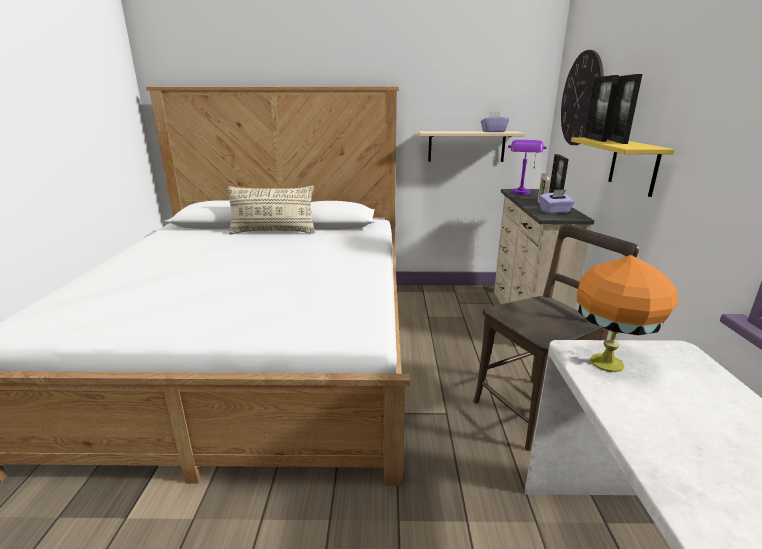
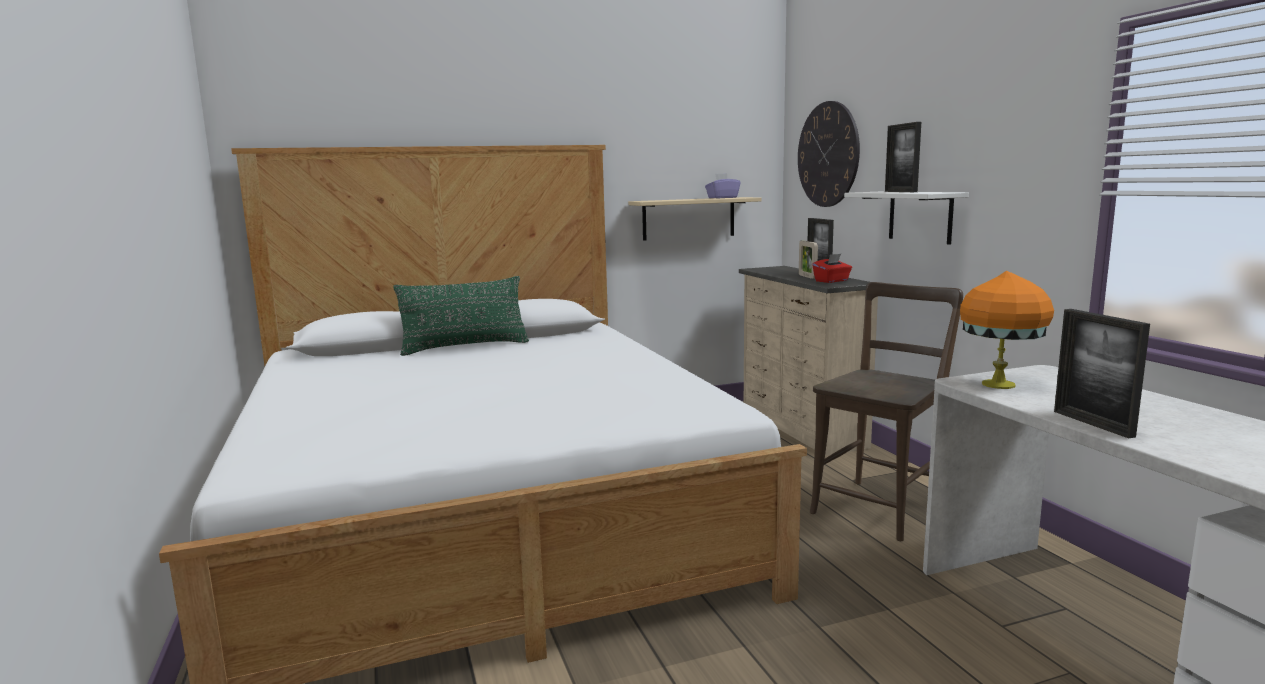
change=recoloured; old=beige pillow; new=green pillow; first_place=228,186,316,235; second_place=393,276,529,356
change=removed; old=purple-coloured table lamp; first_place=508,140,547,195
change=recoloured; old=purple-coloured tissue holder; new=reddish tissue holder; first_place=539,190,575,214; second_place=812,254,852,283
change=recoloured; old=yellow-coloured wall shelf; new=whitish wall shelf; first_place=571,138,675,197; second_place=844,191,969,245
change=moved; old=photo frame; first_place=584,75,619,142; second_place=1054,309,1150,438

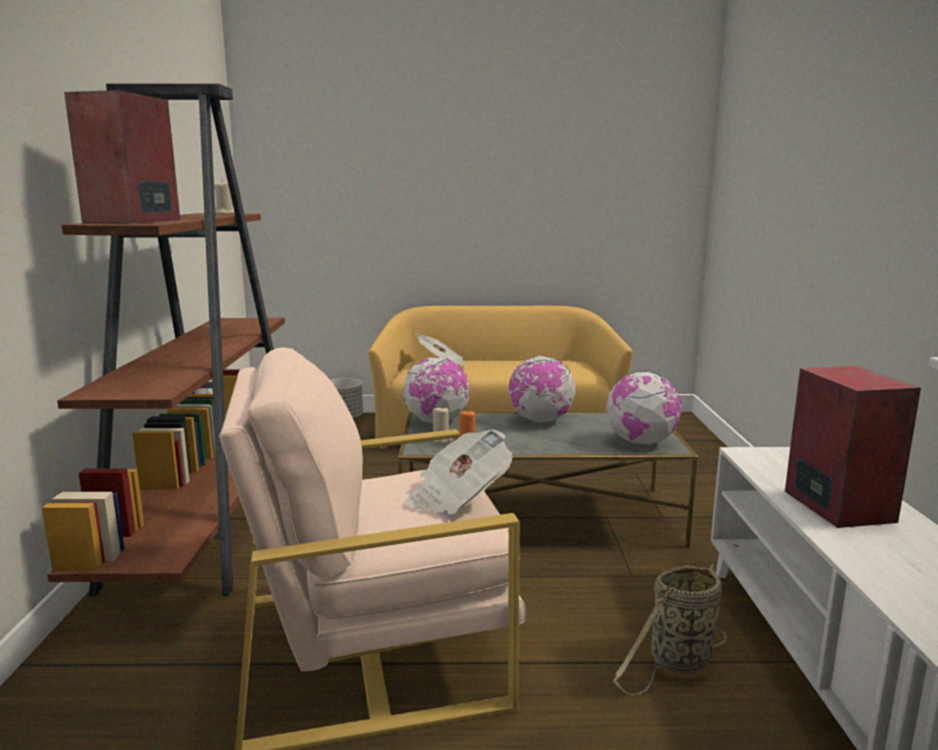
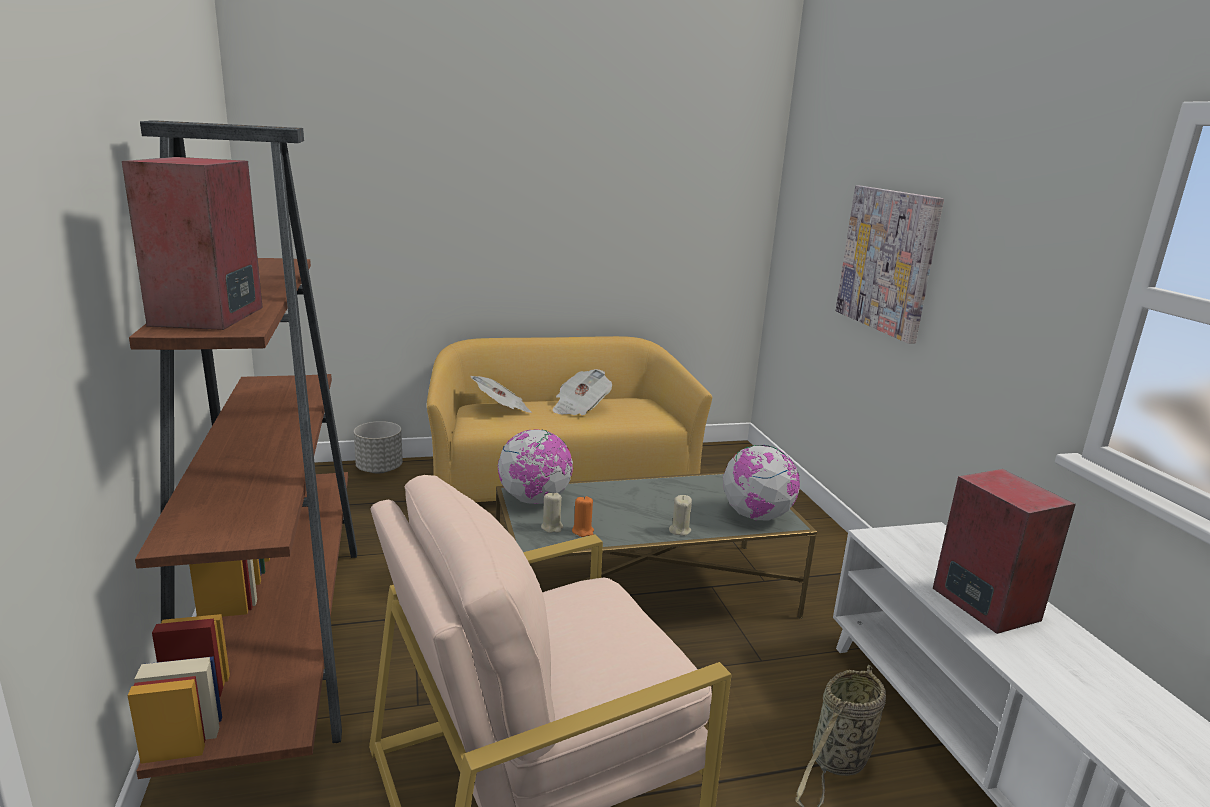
change=moved; old=beige candle; first_place=214,181,235,214; second_place=669,495,692,536
change=moved; old=newspaper; first_place=406,430,513,515; second_place=552,369,612,415
change=removed; old=globe; first_place=508,356,575,423
change=added; new=wall picture; second_place=836,186,944,344

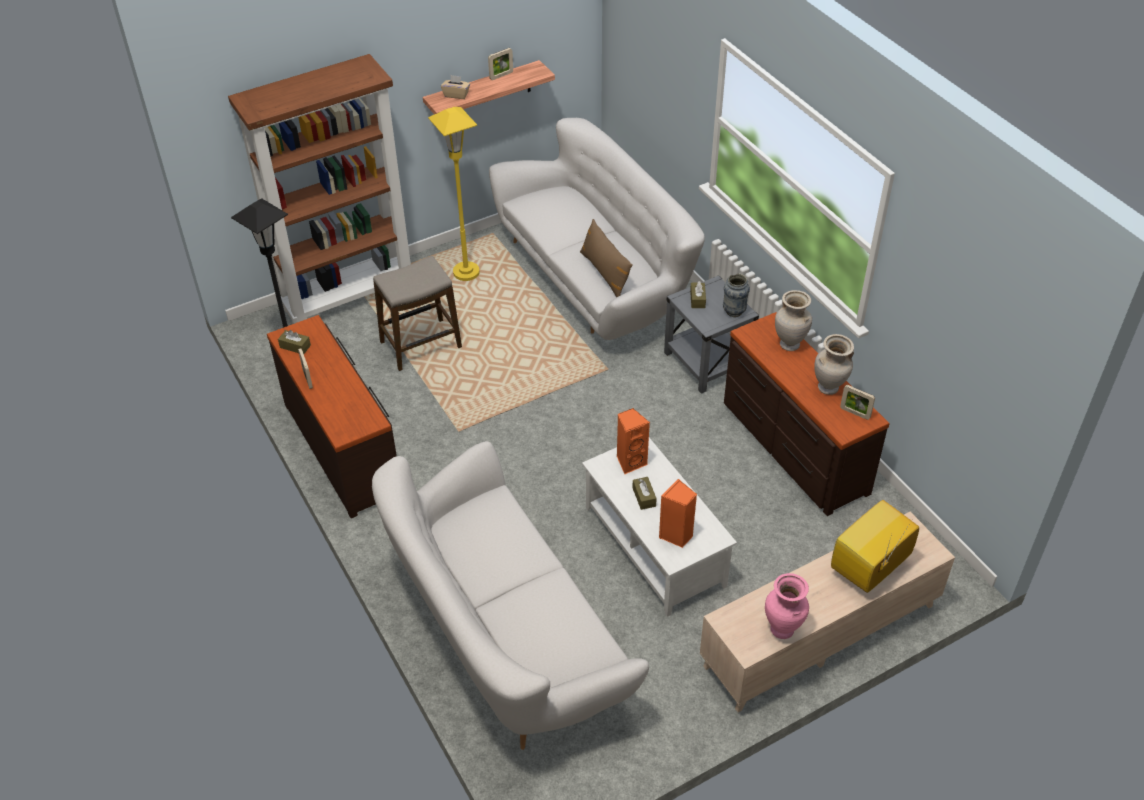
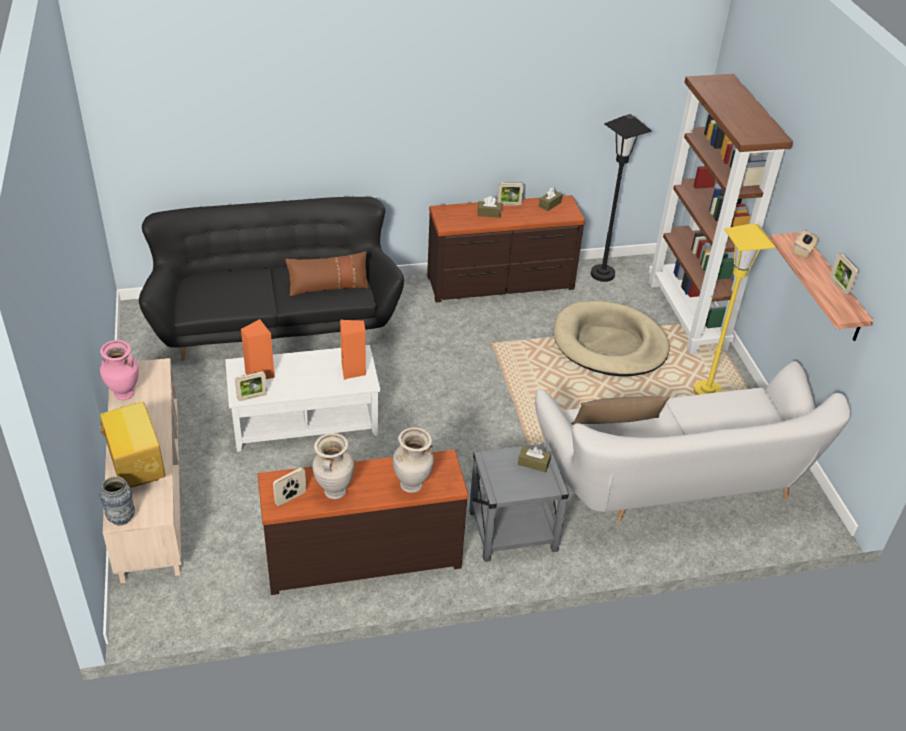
change=recoloured; old=whitish sofa; new=black-coloured sofa; first_place=372,441,649,750; second_place=139,197,404,361
change=replaced; old=stool; new=beige pet bed; first_place=373,256,462,371; second_place=553,301,670,377
change=moved; old=brownish tissue holder; first_place=632,477,657,510; second_place=478,196,501,218
change=moved; old=vase; first_place=723,273,750,317; second_place=100,476,135,526
change=added; new=photo frame; second_place=235,371,267,401
change=added; new=brownish pillow; second_place=285,251,369,296

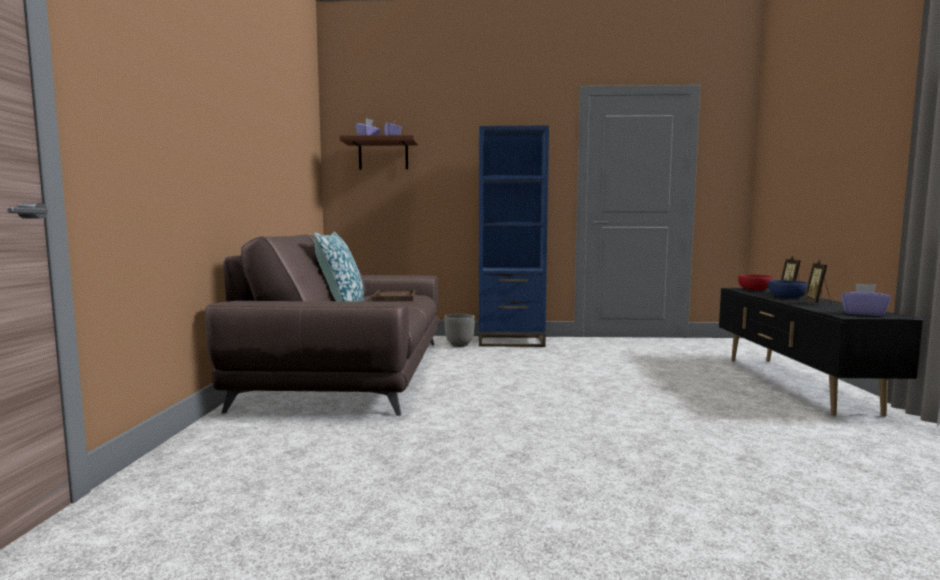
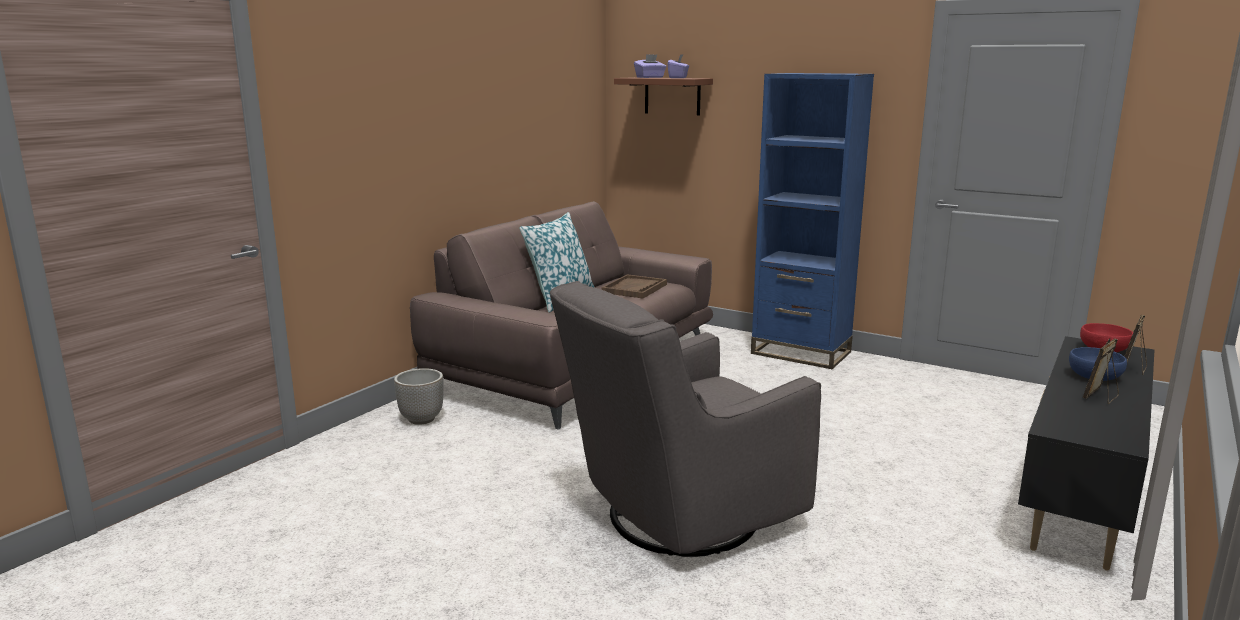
change=moved; old=planter; first_place=444,314,475,347; second_place=394,368,444,425
change=removed; old=purple-coloured tissue holder; first_place=841,284,891,316
change=added; new=greyish easy chair; second_place=550,281,821,557

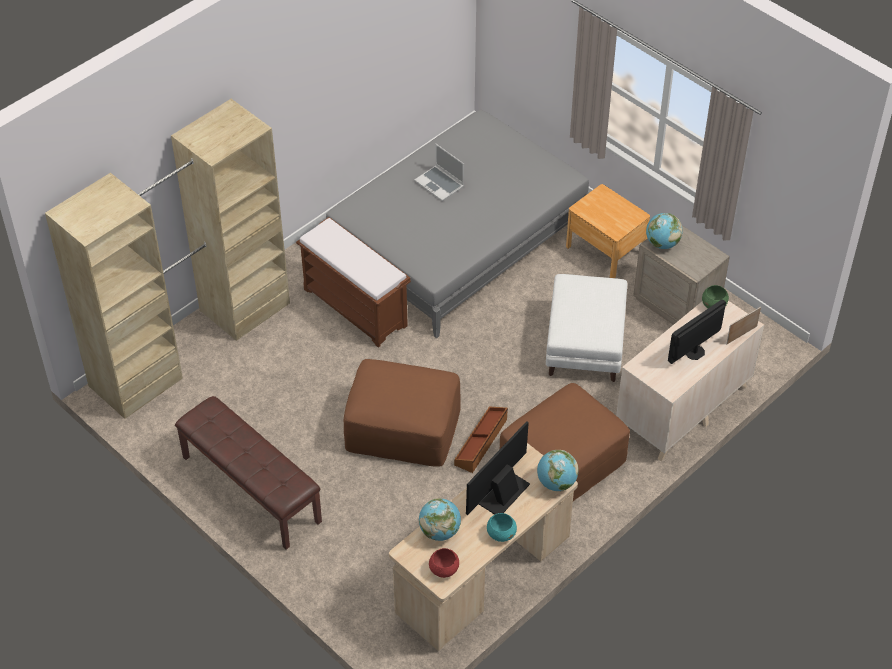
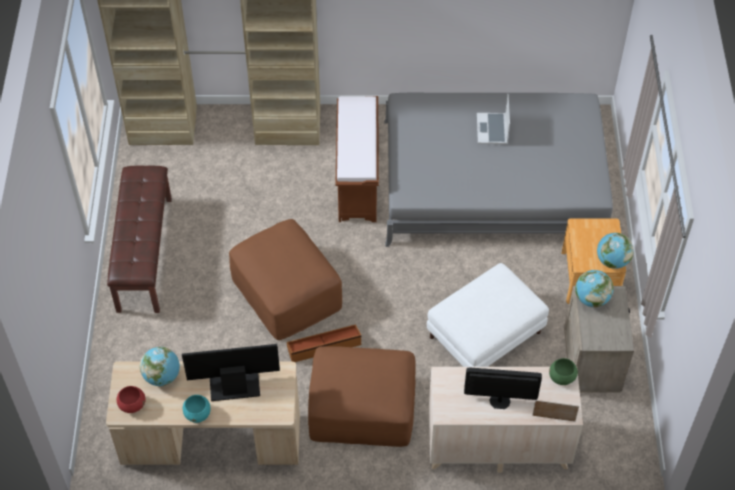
change=moved; old=globe; first_place=537,450,579,491; second_place=597,233,634,269

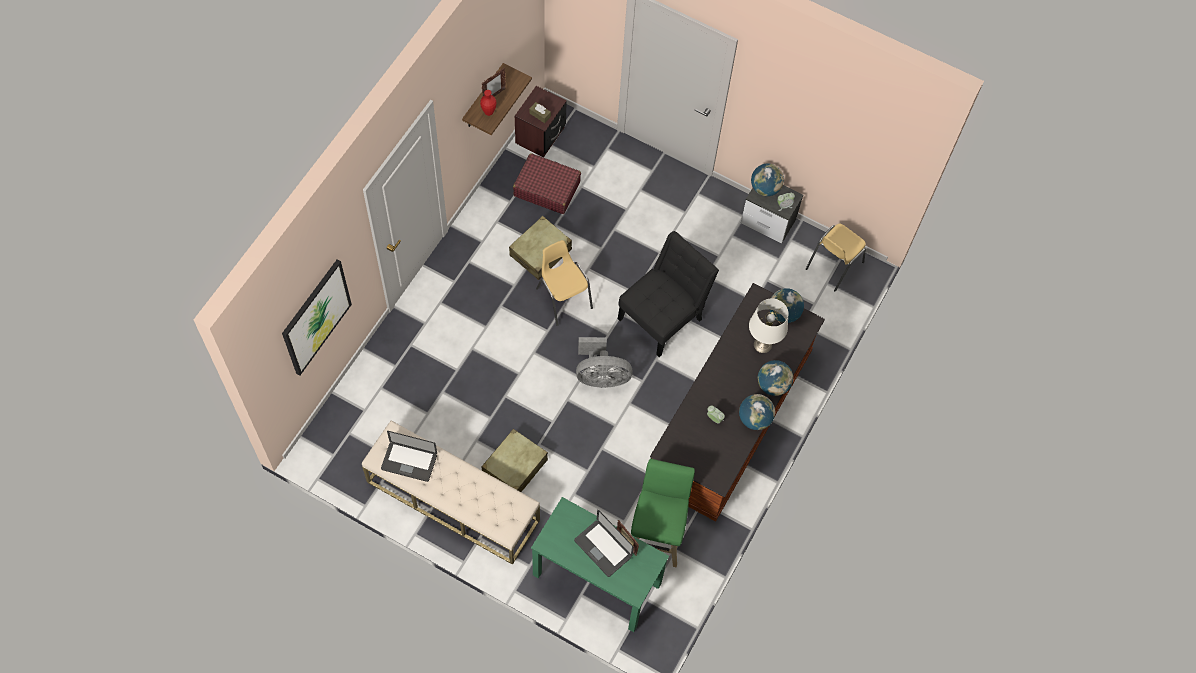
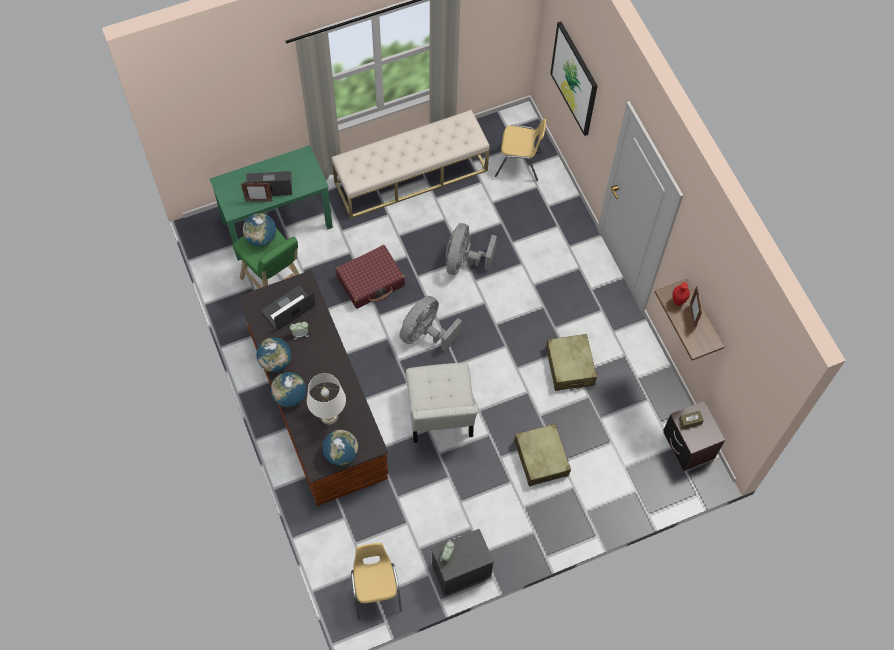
change=moved; old=portable computer; first_place=381,431,437,482; second_place=262,286,316,330
change=moved; old=beige piece of luggage; first_place=482,429,548,492; second_place=514,424,571,487
change=moved; old=reddish piece of luggage; first_place=513,153,581,214; second_place=336,245,405,309
change=moved; old=yellow-coloured plain chair; first_place=536,240,593,326; second_place=495,119,546,181
change=recoloured; old=black-coloured plain chair; new=whitish plain chair; first_place=618,231,719,357; second_place=406,363,478,443
change=moved; old=globe; first_place=751,163,784,196; second_place=243,213,276,246
change=added; new=greyish electric fan; second_place=446,223,497,275

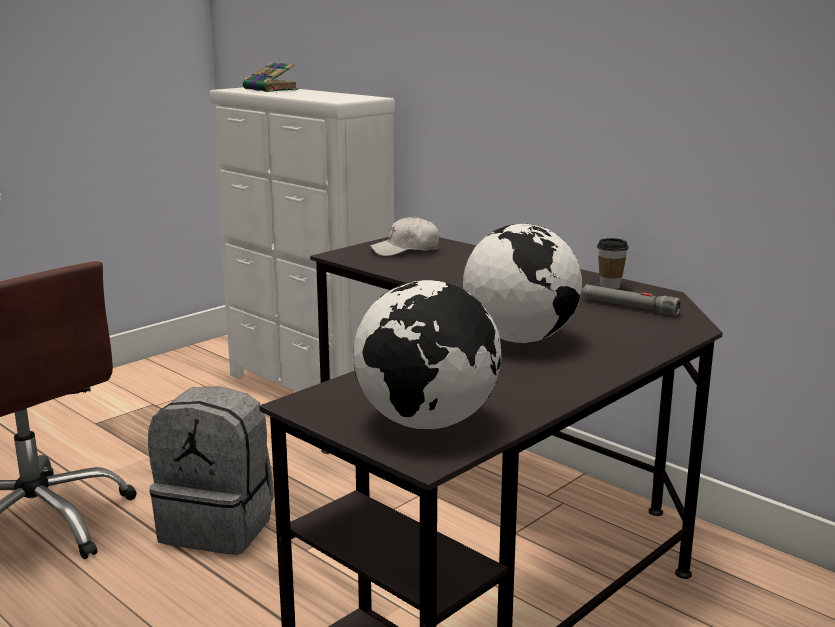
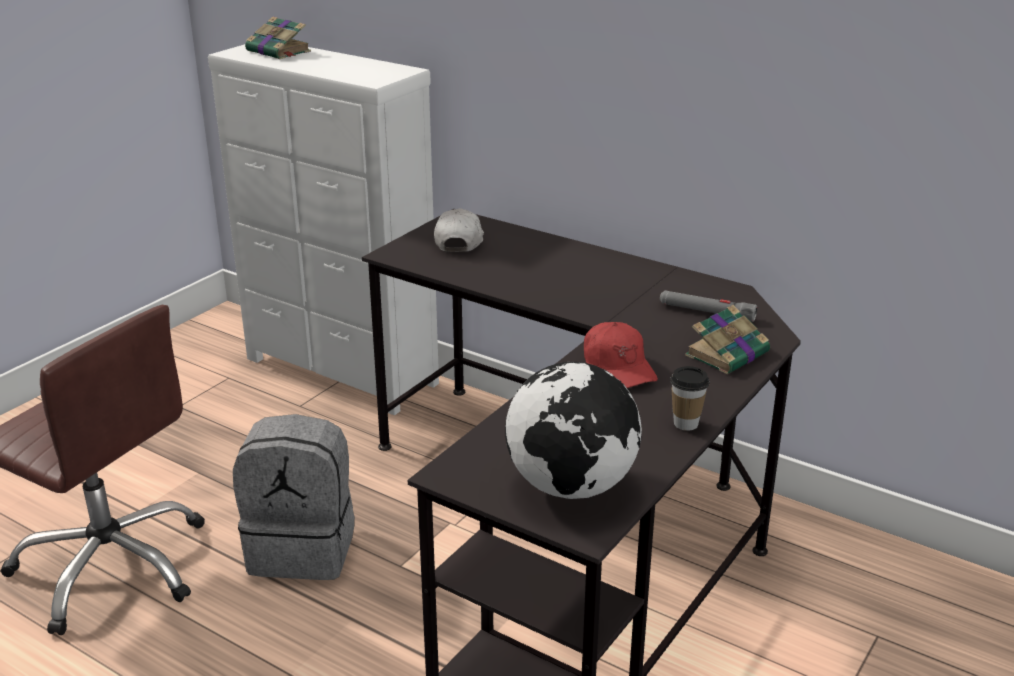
change=turned; old=whitish baseball cap; first_place=370,216,440,256; second_place=434,209,484,252; degrees=120
change=replaced; old=globe; new=reddish baseball cap; first_place=463,224,582,343; second_place=584,322,658,388
change=moved; old=drinking cup; first_place=597,238,629,289; second_place=670,366,710,431
change=added; new=bound book; second_place=685,305,770,374

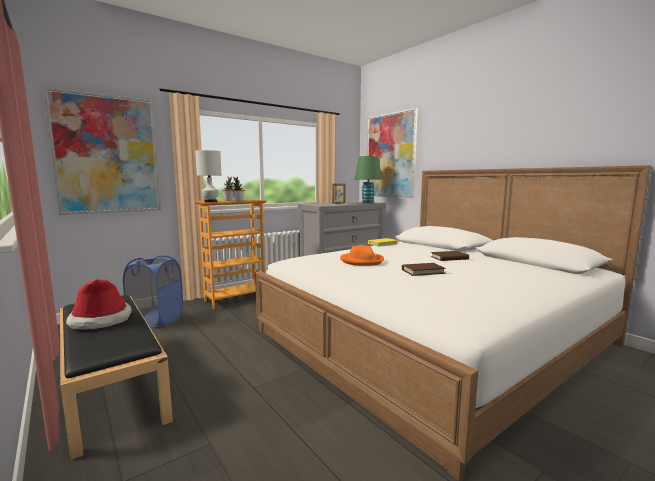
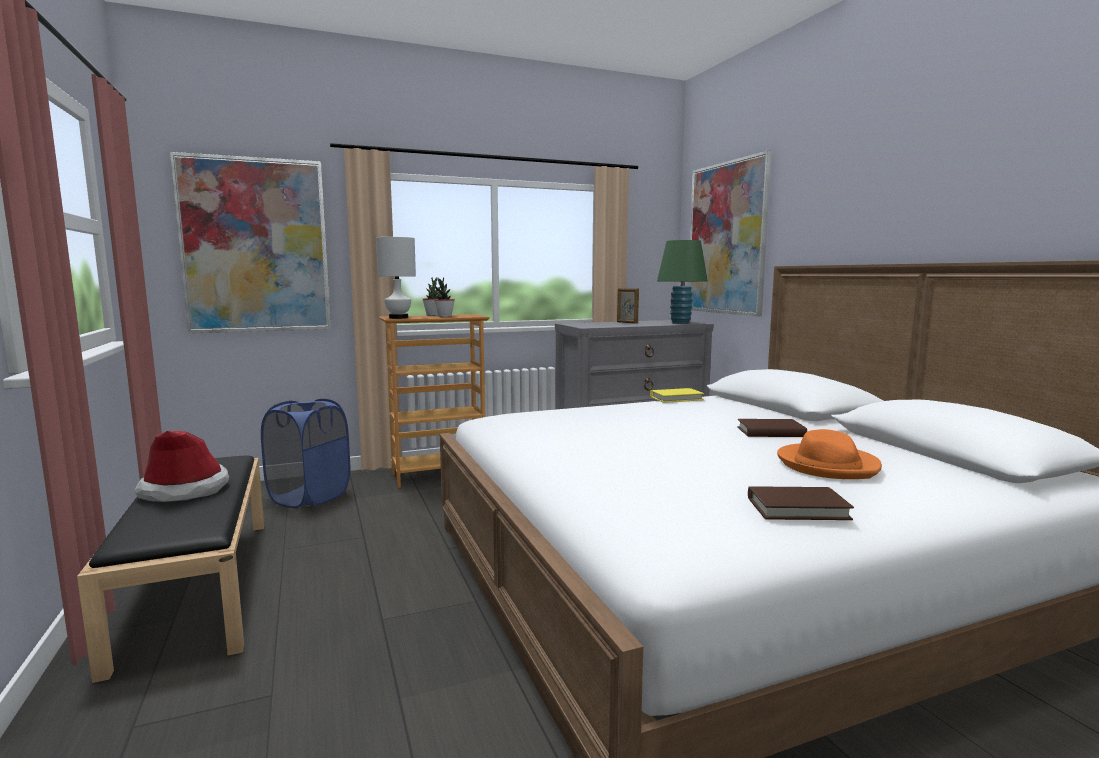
change=moved; old=orangey clothing hat; first_place=340,245,384,266; second_place=777,429,882,479
change=moved; old=brownish bound book; first_place=402,263,446,276; second_place=748,486,854,520

